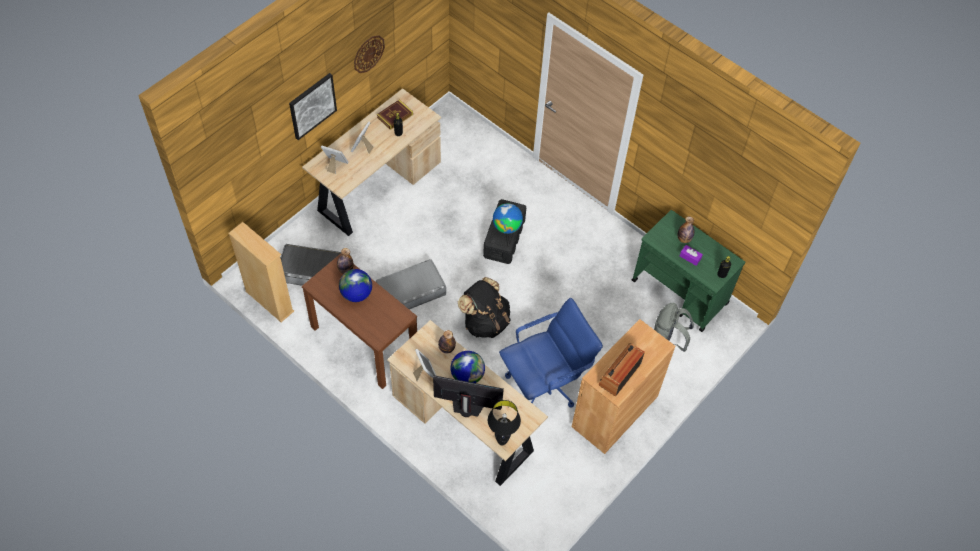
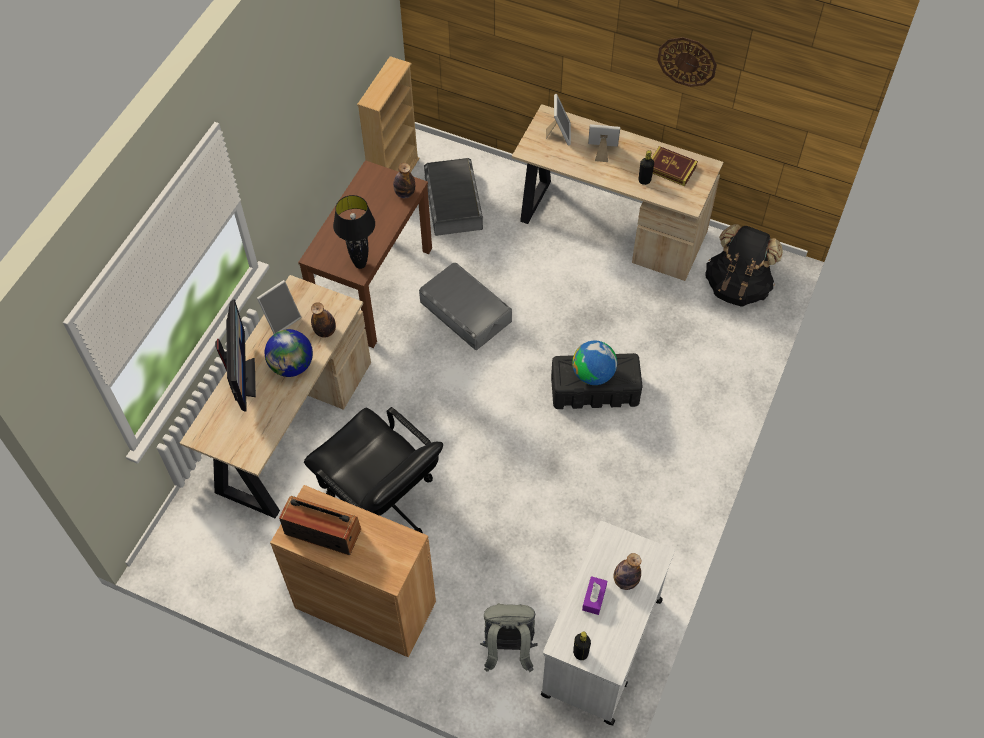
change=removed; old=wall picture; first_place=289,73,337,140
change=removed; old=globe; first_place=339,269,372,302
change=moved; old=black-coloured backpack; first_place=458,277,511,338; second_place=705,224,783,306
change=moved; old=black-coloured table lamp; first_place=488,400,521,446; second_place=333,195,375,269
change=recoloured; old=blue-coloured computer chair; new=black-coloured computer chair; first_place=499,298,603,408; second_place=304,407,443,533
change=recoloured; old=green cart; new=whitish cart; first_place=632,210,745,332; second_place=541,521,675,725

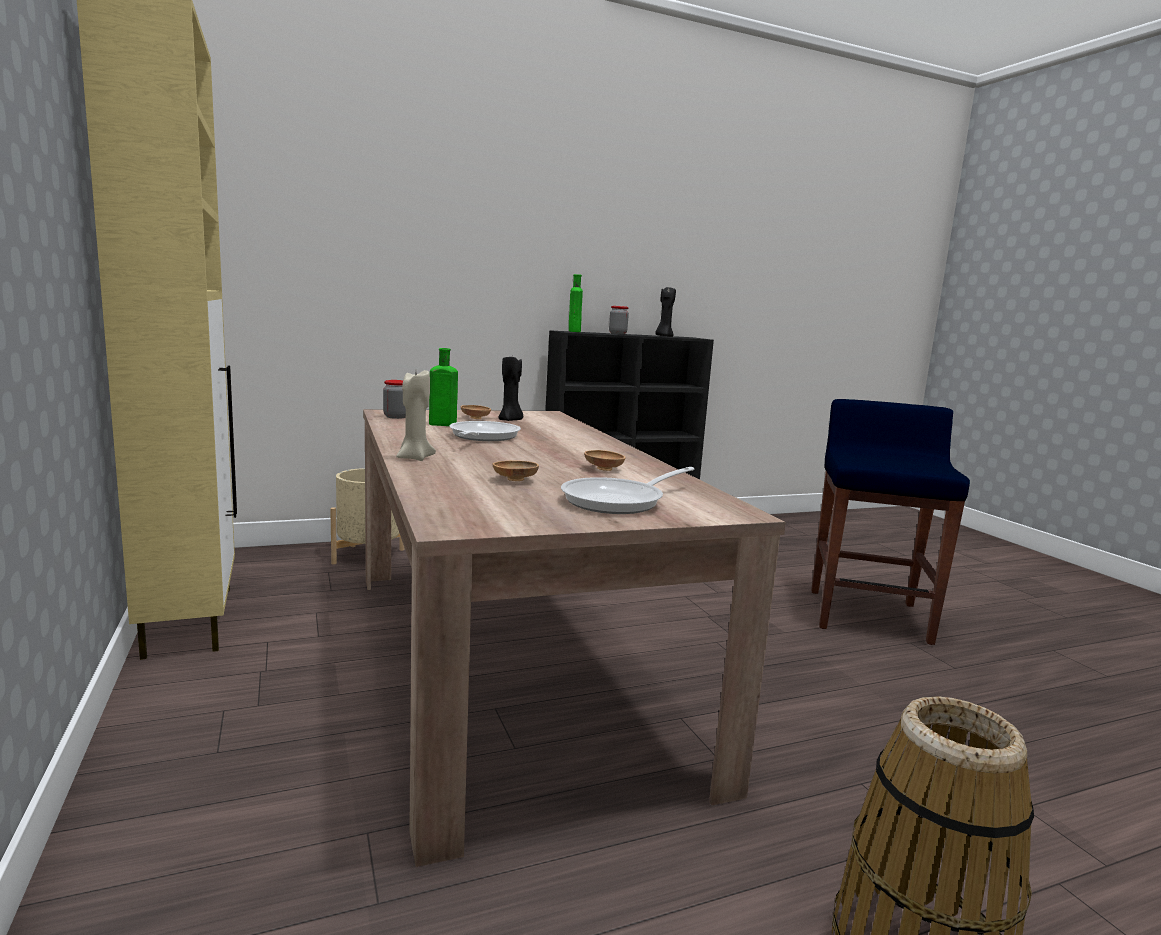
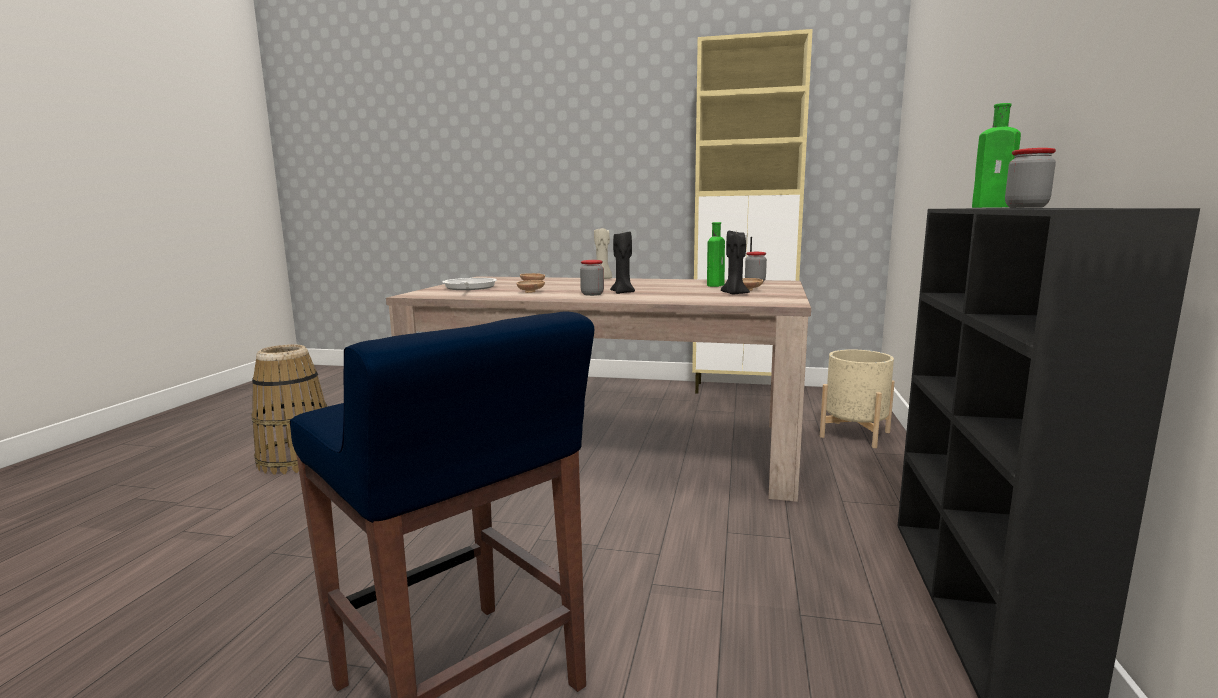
change=removed; old=pan; first_place=449,421,521,441
change=moved; old=black-coloured candle; first_place=655,287,676,337; second_place=610,232,635,294
change=added; new=storage jar; second_place=580,260,604,296

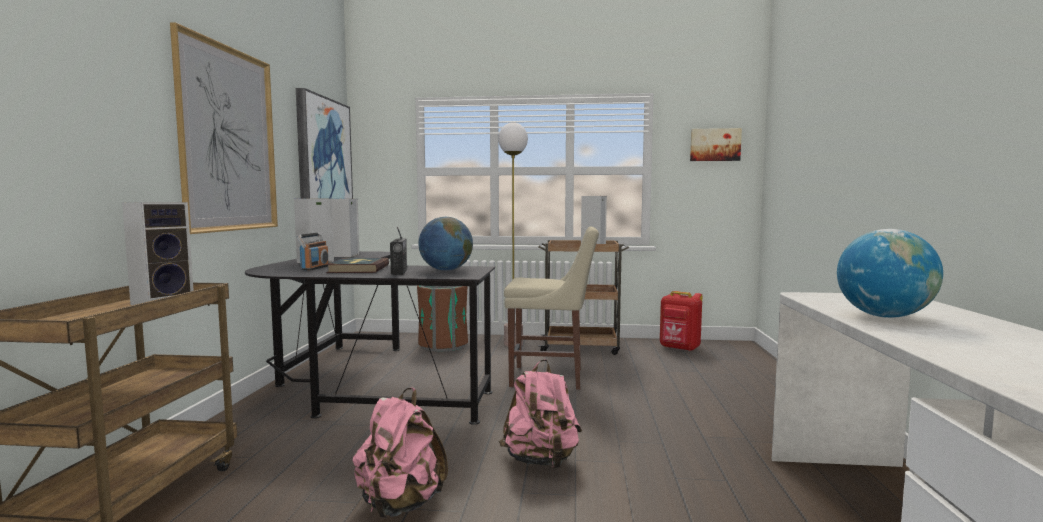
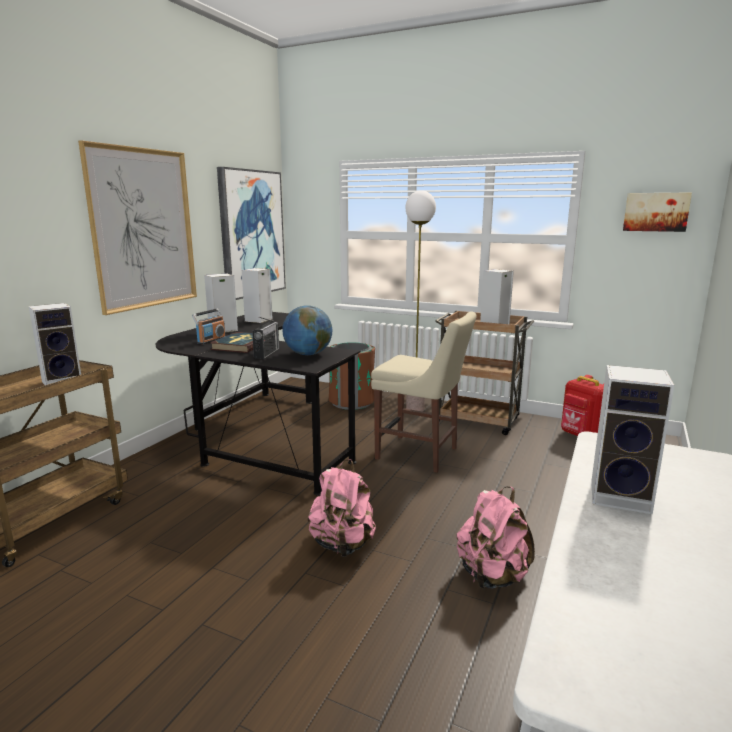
change=moved; old=pink backpack; first_place=353,387,448,518; second_place=457,487,535,589
change=replaced; old=globe; new=audio speaker; first_place=837,229,943,318; second_place=591,365,674,514

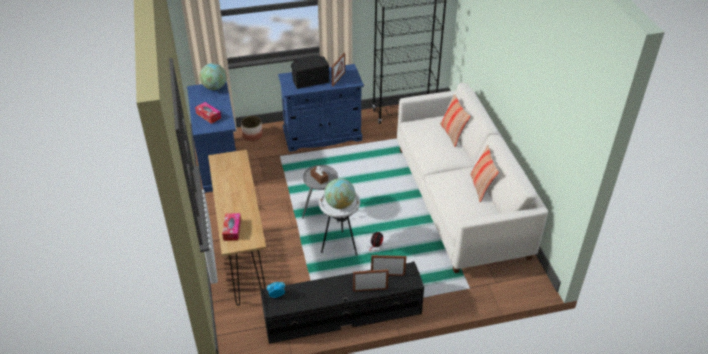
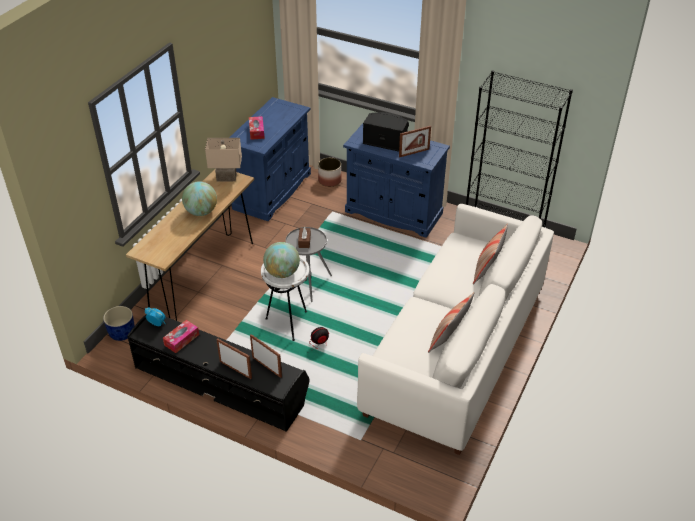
change=moved; old=globe; first_place=200,63,227,90; second_place=182,181,217,216
change=moved; old=tissue holder; first_place=222,213,241,241; second_place=163,320,199,353
change=added; new=blue-coloured planter; second_place=103,306,135,341
change=added; new=beige table lamp; second_place=205,138,242,181

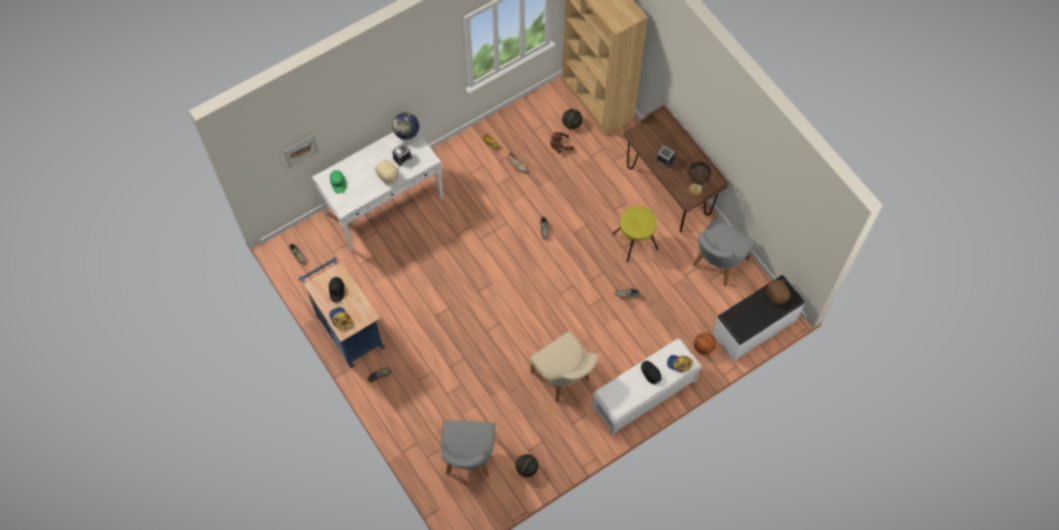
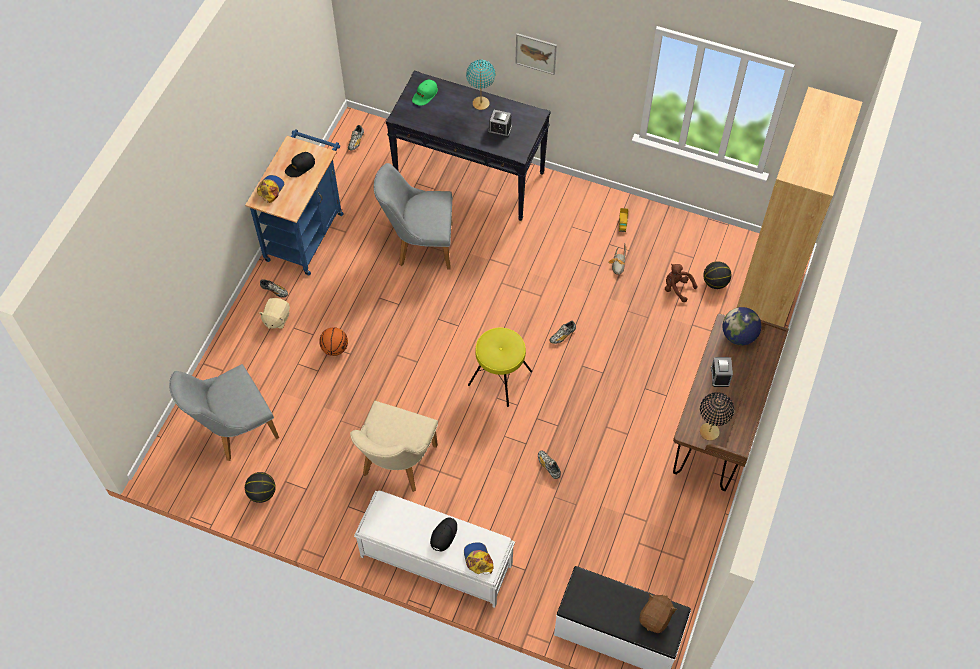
change=moved; old=wall picture; first_place=284,135,318,168; second_place=515,33,557,75
change=recoloured; old=whitish console table; new=black-coloured console table; first_place=312,131,443,251; second_place=386,70,550,221
change=moved; old=beige plush toy; first_place=375,159,399,185; second_place=259,298,290,329
change=moved; old=globe; first_place=392,113,419,140; second_place=723,307,761,345
change=moved; old=yellow-coloured stool; first_place=612,206,658,262; second_place=468,328,532,407
change=moved; old=greyish plain chair; first_place=693,217,756,286; second_place=374,163,453,270
change=moved; old=ball for basketball; first_place=694,333,716,355; second_place=319,327,348,356
change=added; new=blue-green table lamp; second_place=466,60,495,110

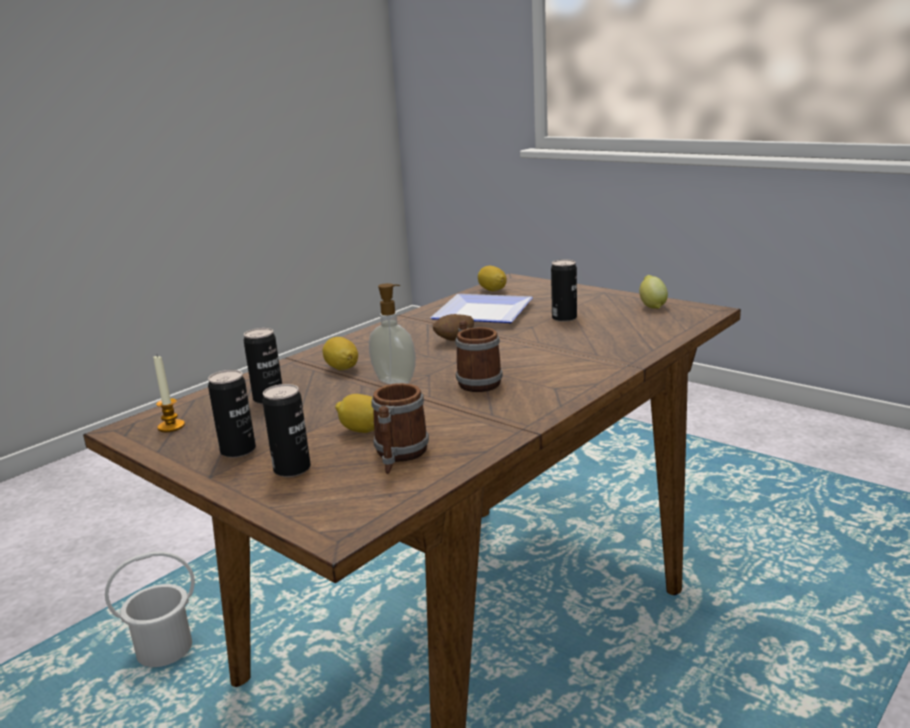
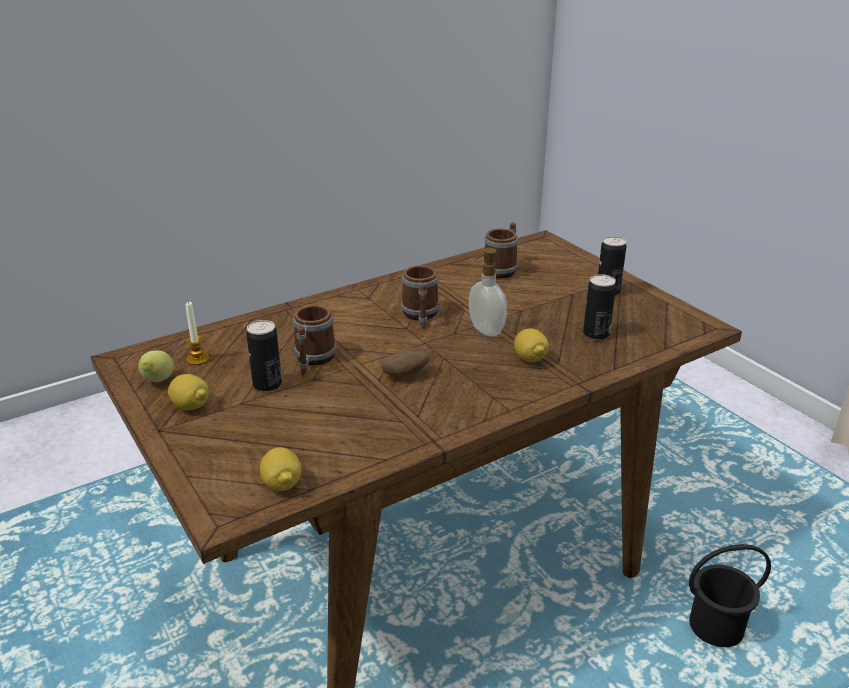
change=recoloured; old=whitish bucket; new=black-coloured bucket; first_place=105,551,195,667; second_place=689,544,771,647
change=moved; old=candle; first_place=153,356,185,432; second_place=185,302,209,365
change=removed; old=metal can; first_place=262,384,311,477
change=moved; old=lemon; first_place=335,394,374,433; second_place=168,374,209,410
change=removed; old=plate; first_place=430,294,533,323
change=added; new=mug; second_place=293,305,337,376

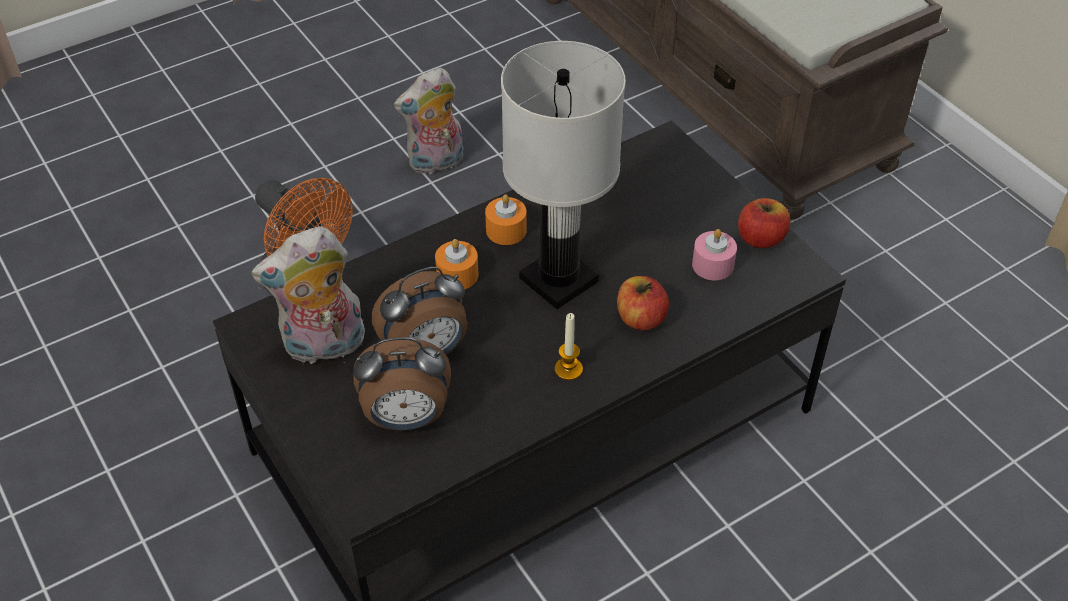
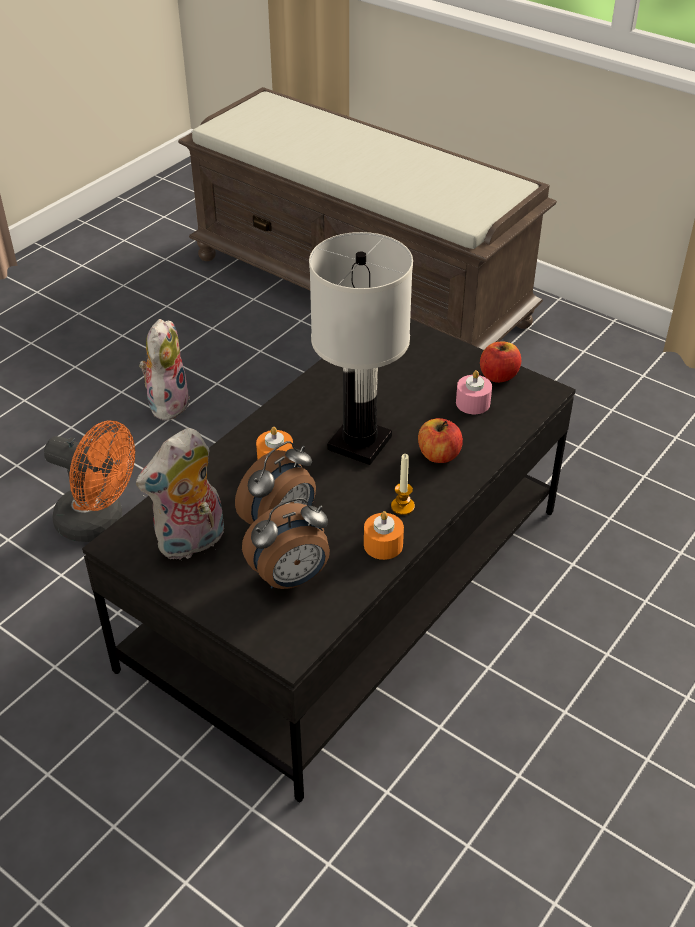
change=turned; old=plush toy; first_place=394,67,463,174; second_place=139,319,190,421; degrees=150
change=moved; old=orangey candle; first_place=485,194,527,245; second_place=364,511,404,560

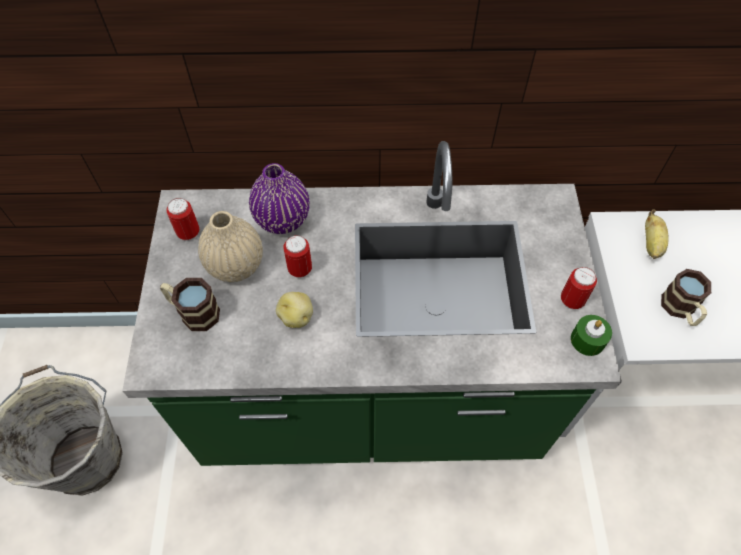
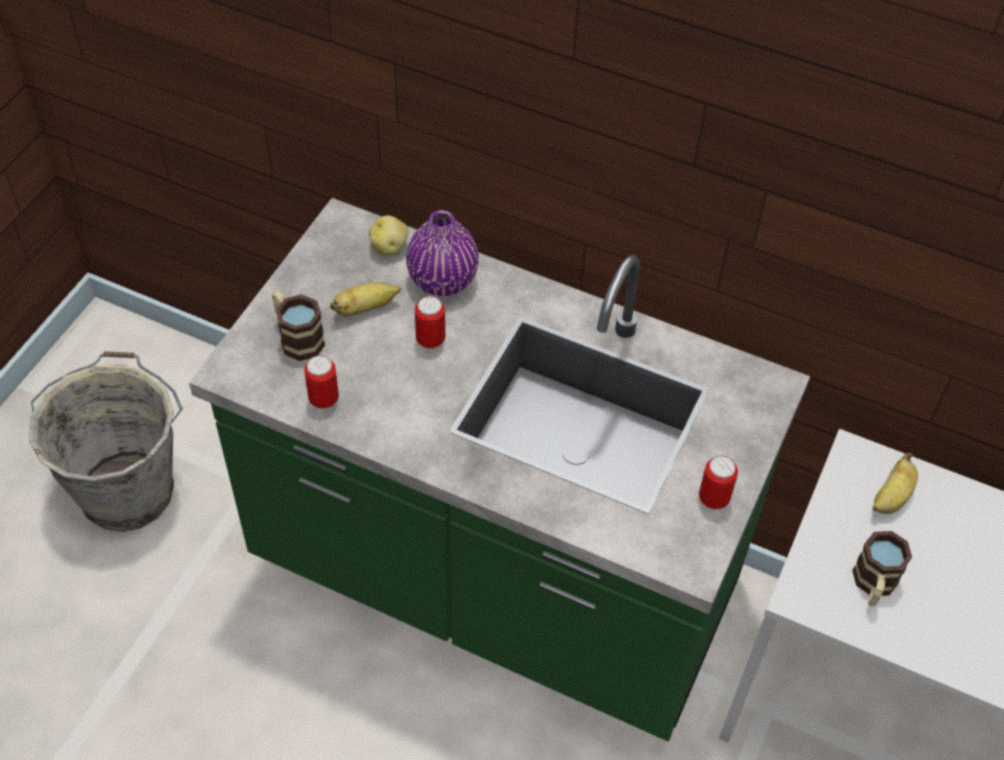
change=moved; old=metal can; first_place=166,198,199,241; second_place=304,355,339,409
change=replaced; old=beige vase; new=whole banana; first_place=198,211,263,282; second_place=330,282,401,316
change=moved; old=whole potato; first_place=276,292,313,328; second_place=369,215,408,255
change=removed; old=green candle; first_place=571,315,612,356

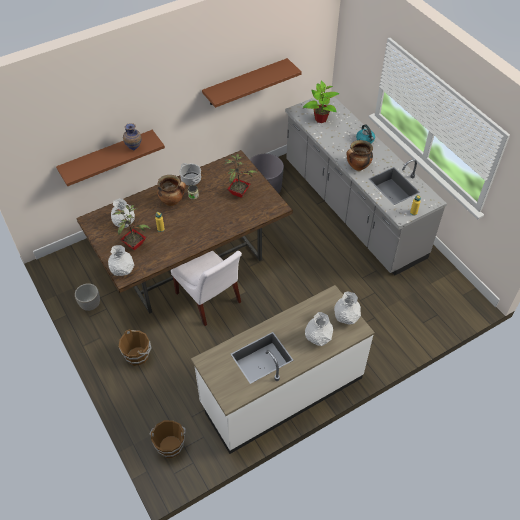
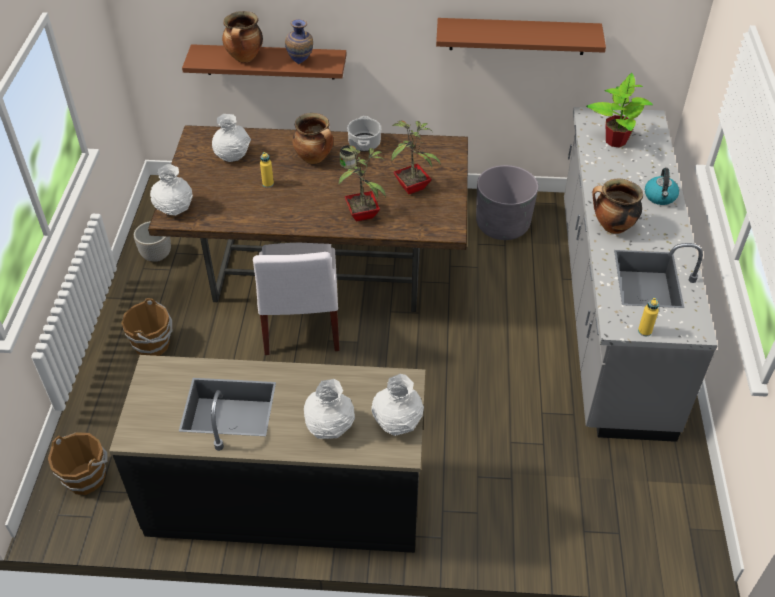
change=moved; old=plant in a pot; first_place=113,205,150,250; second_place=338,146,386,222
change=recoloured; old=whitish counter; new=black-coloured counter; first_place=191,285,375,454; second_place=109,355,425,553
change=added; new=saucepot; second_place=222,11,263,62

